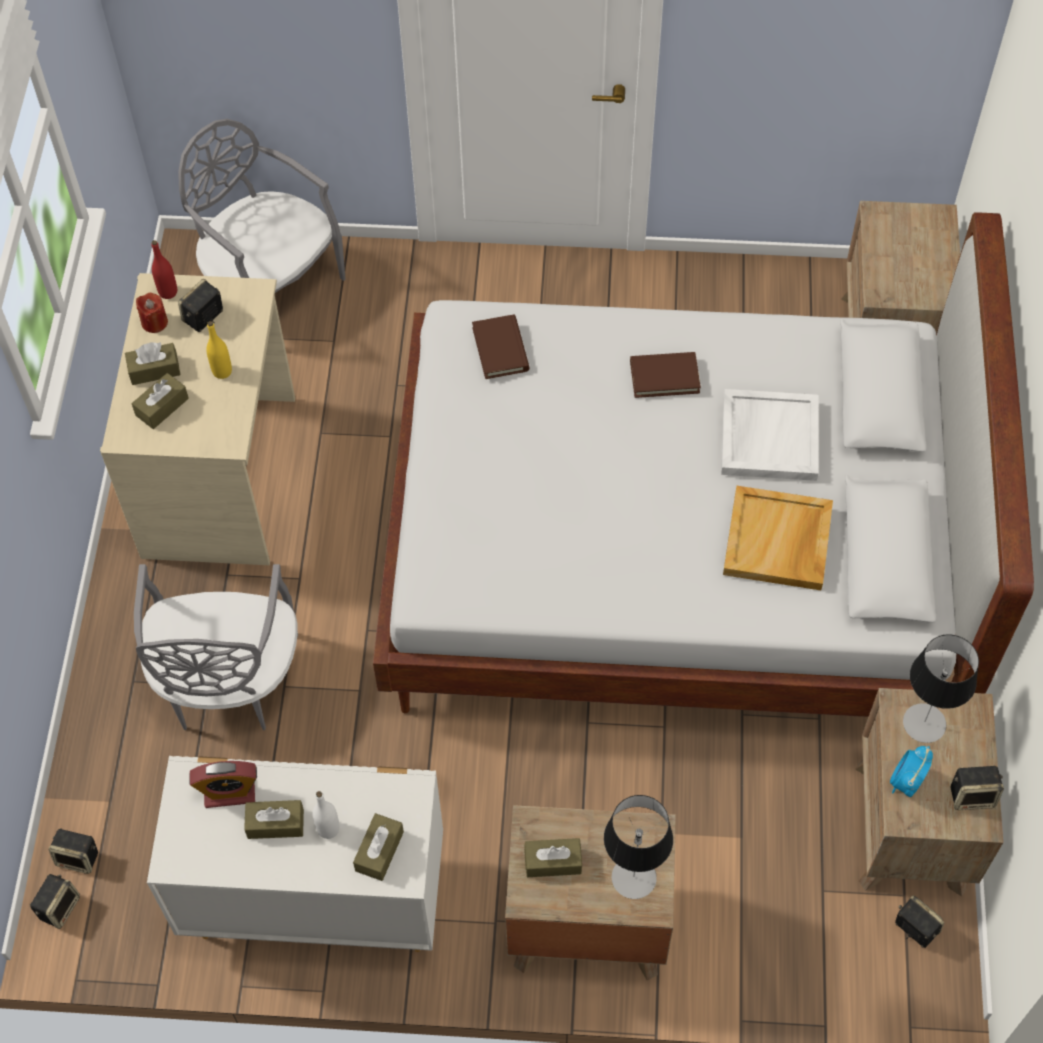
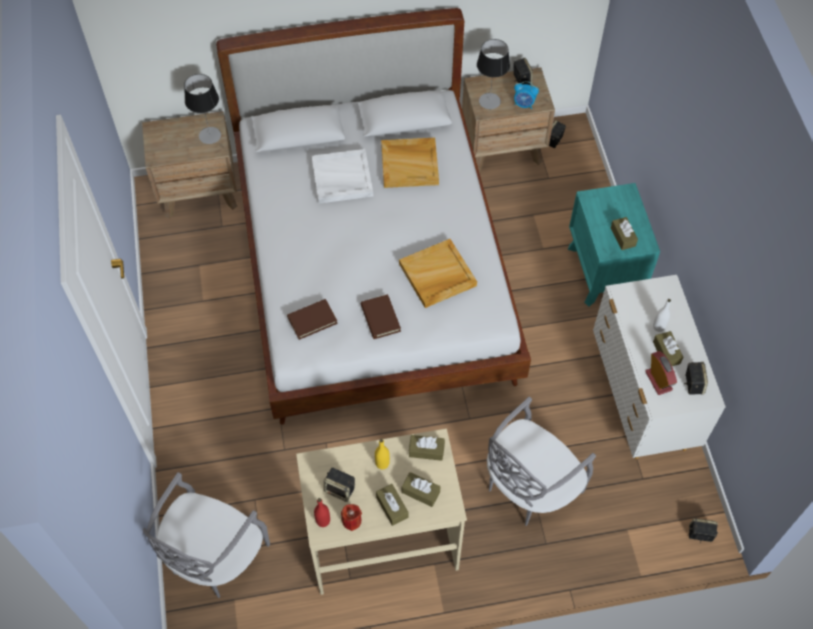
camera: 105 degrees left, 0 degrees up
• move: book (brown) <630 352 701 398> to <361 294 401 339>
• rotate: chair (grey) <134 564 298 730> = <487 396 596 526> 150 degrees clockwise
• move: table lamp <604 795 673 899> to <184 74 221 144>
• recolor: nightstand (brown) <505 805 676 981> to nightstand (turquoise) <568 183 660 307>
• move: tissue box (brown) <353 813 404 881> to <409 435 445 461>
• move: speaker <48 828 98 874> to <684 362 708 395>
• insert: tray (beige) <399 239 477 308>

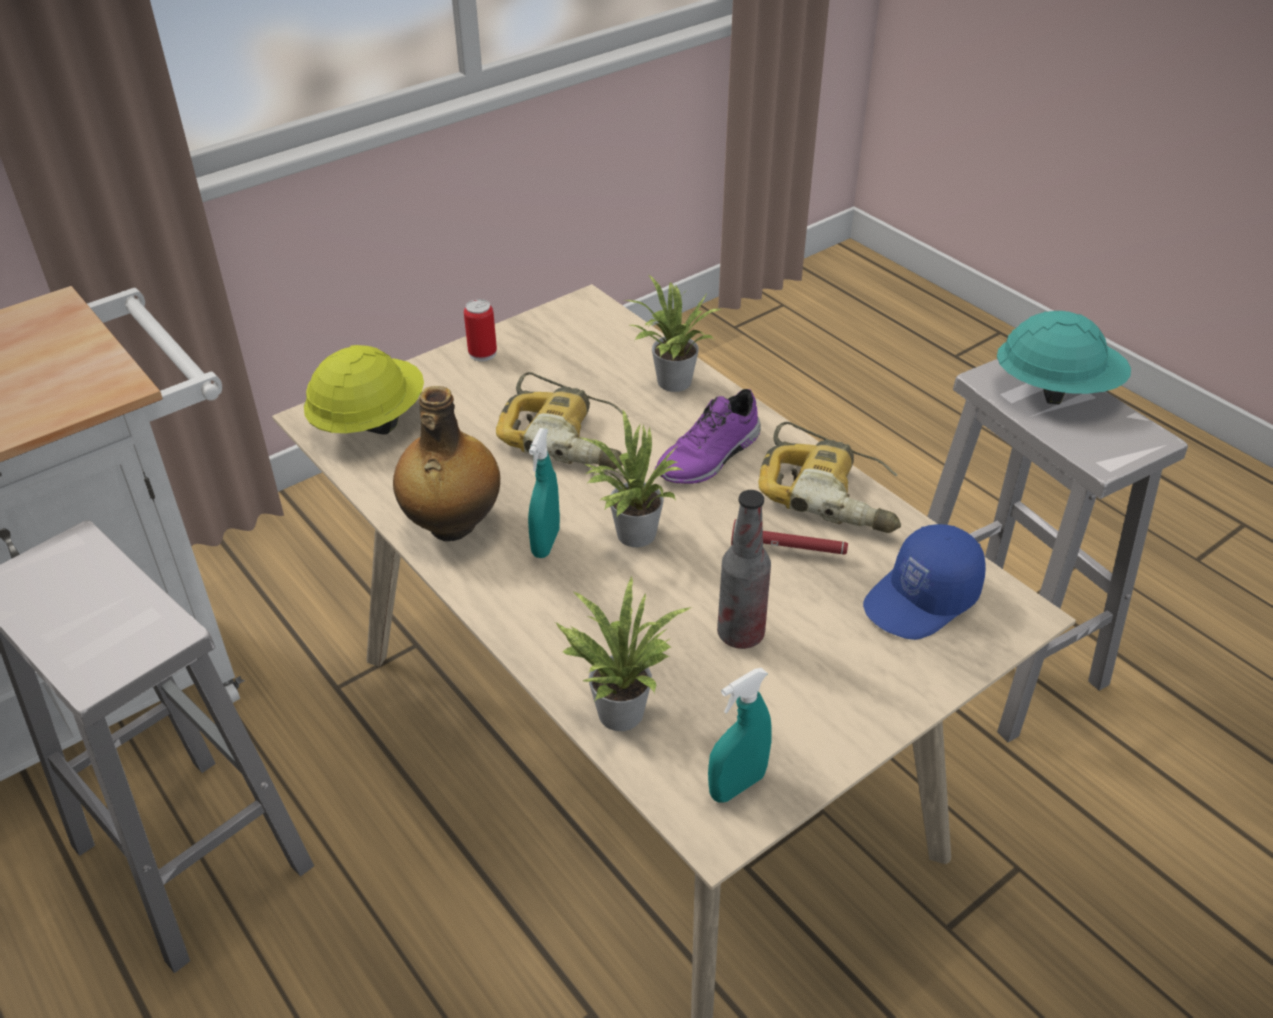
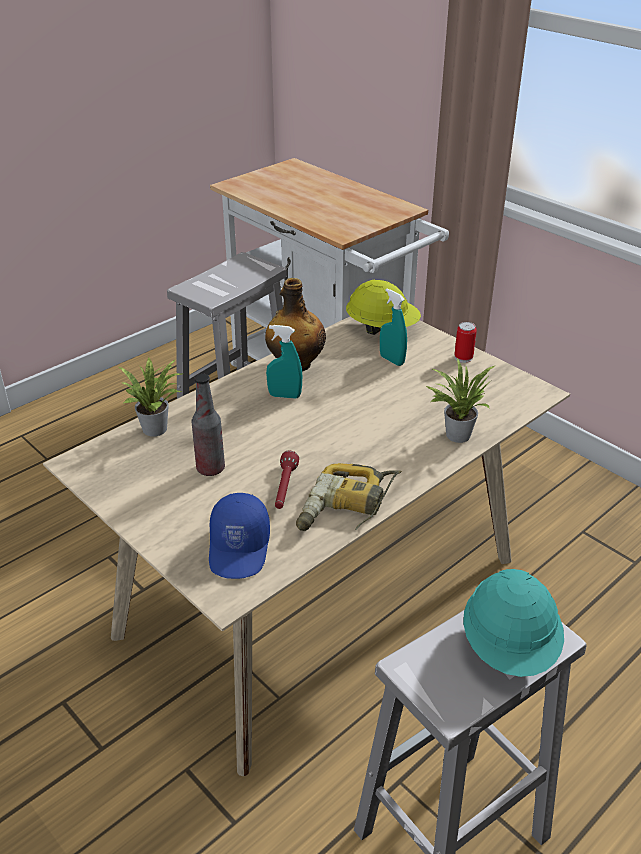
camera: 85 degrees right, 5 degrees down
• delete: power drill <496 372 629 469>
• delete: shoe (purple) <655 389 761 484>
• delete: potted plant <578 409 682 547>
• rotate: cap (blue) <863 524 986 640> = <209 493 270 579> 135 degrees counterclockwise
• move: spray bottle (turquoise) <708 668 772 803> to <380 289 407 366>

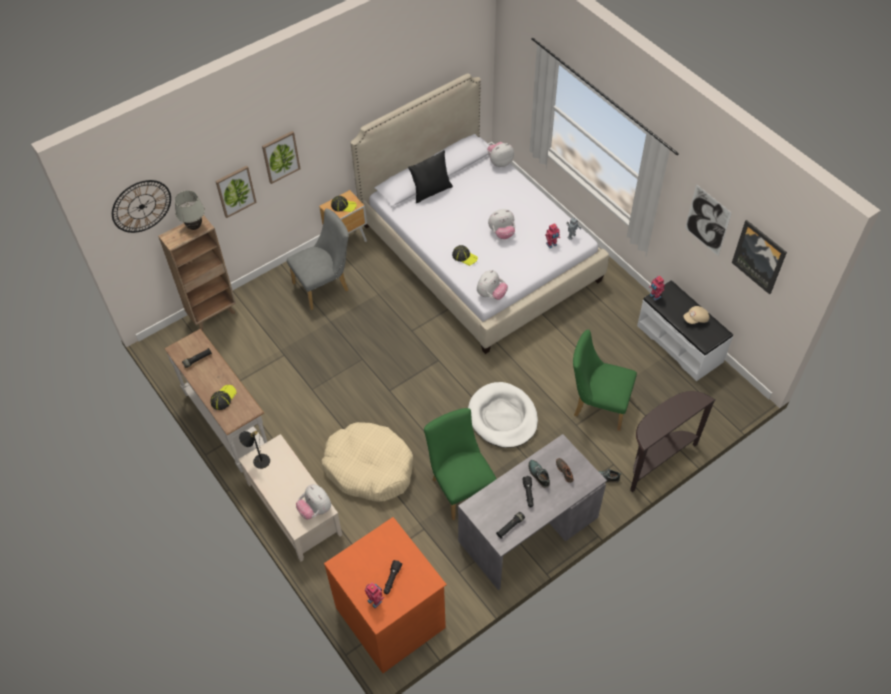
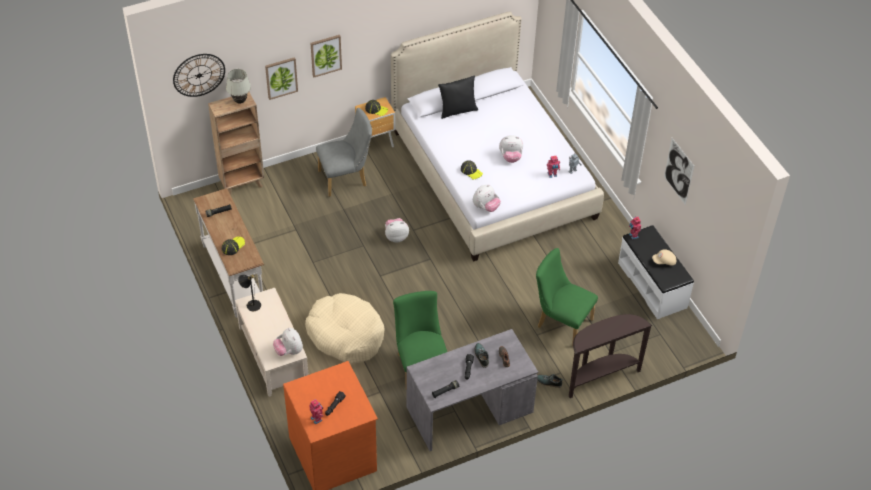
camera: 10 degrees right, 5 degrees down
• move: plush toy <487 142 514 167> to <385 218 409 242>
• delete: picture <732 220 787 295>
• delete: dog bed (white) <468 382 538 448>

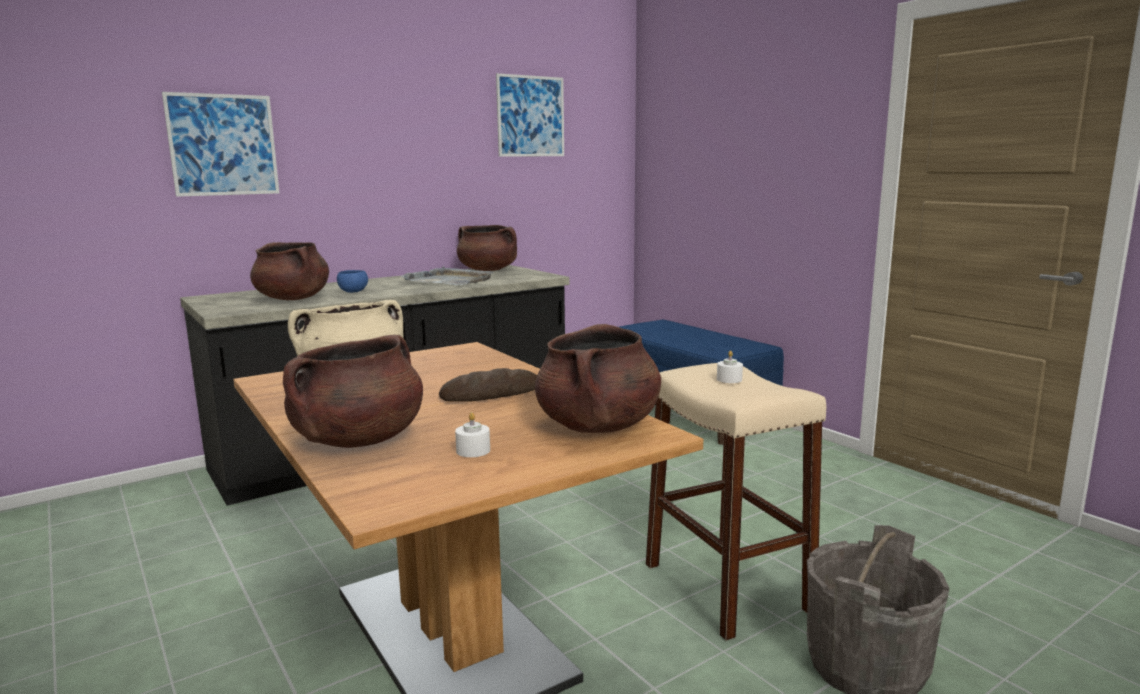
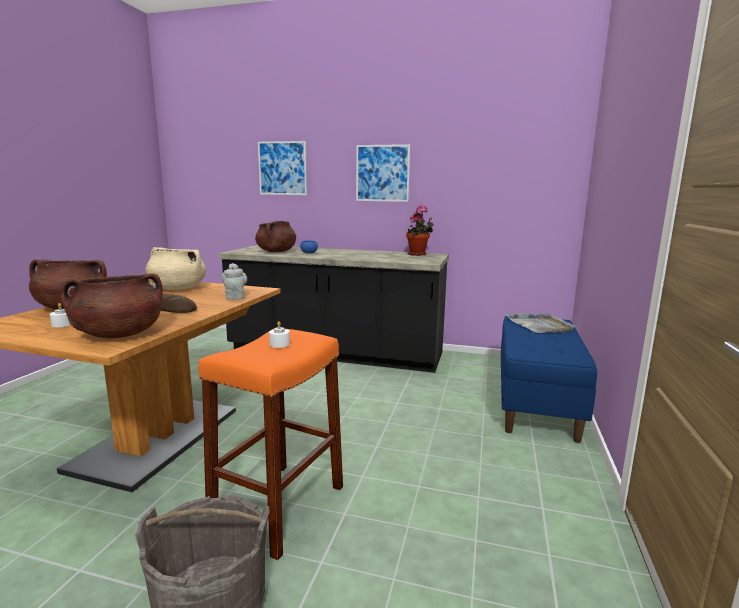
camera: 50 degrees right, 0 degrees up
• move: picture <496 73 564 157> to <356 144 410 202>
• replace: cooking pot (brown) <457 225 517 271> to potted plant <406 205 434 256>
• move: tray (grey) <401 266 493 285> to <506 313 575 333>
• recolor: stool (beige) <646 363 826 641> to stool (orange) <198 329 343 560>
• insert: teapot (grey) <222 263 247 300>

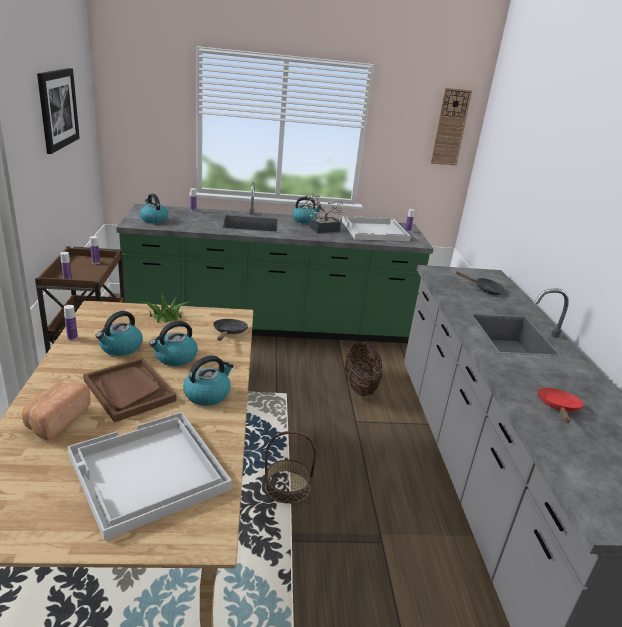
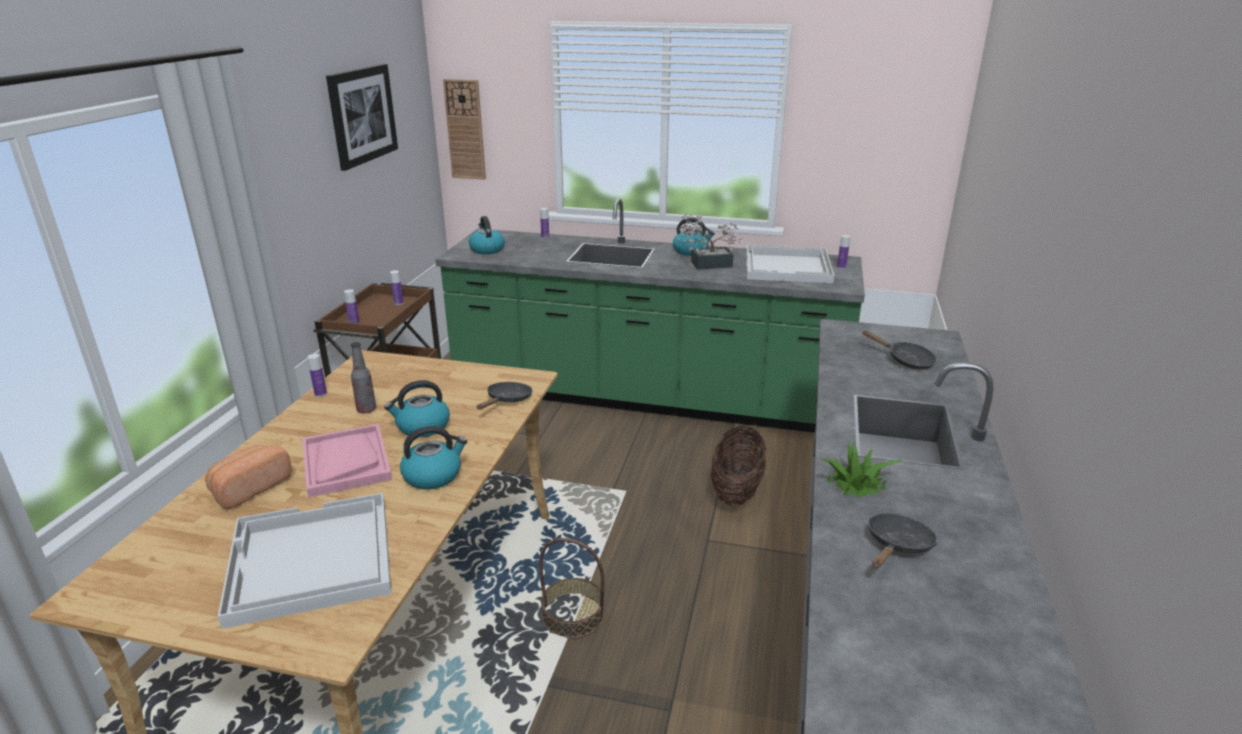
camera: 20 degrees right, 0 degrees up
• move: wall clock <430 88 472 166> to <443 79 486 180>
• move: potted plant <139 291 190 323> to <819 439 903 497>
• replace: kettle <95 311 143 356> to bottle <351 342 376 414>
• recolor: tray (brown) <83 358 176 423> to tray (pink) <302 423 392 498>
• recolor: frying pan (red) <538 388 584 423> to frying pan (black) <869 513 937 568>

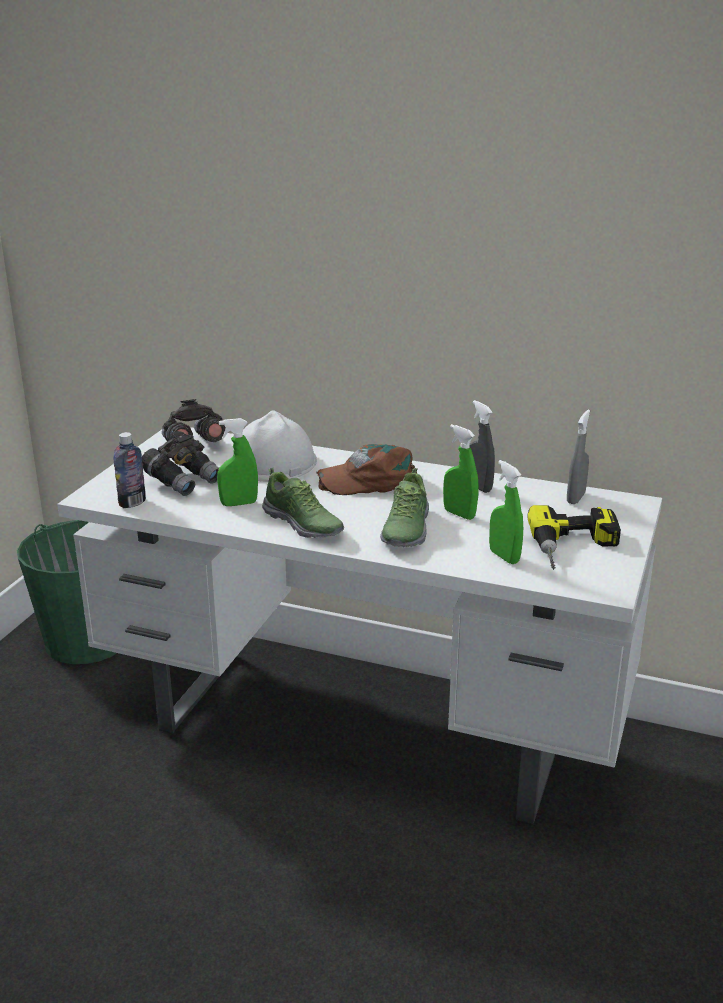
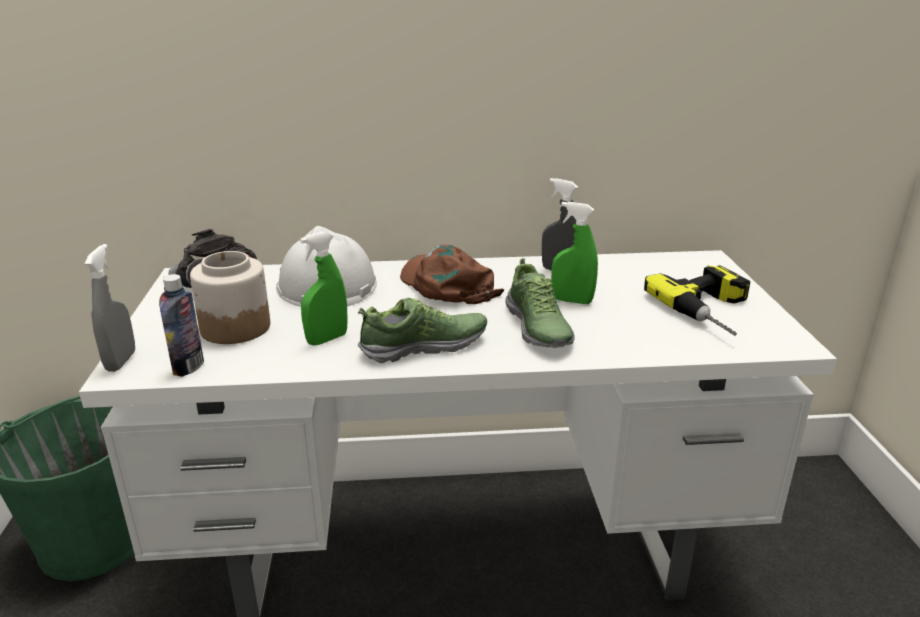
camera: 25 degrees left, 0 degrees up
• move: spray bottle (grey) <567 410 590 504> to <84 244 135 372>
• replace: binoculars (grey) <142 431 219 496> to jar <190 251 270 344>
• rotate: cap (brown) <316 444 417 495> = <400 245 504 304> 90 degrees clockwise
• delete: spray bottle (green) <489 460 523 564>
• rotate: shoe <262 468 344 538> = <358 298 487 363> 45 degrees counterclockwise

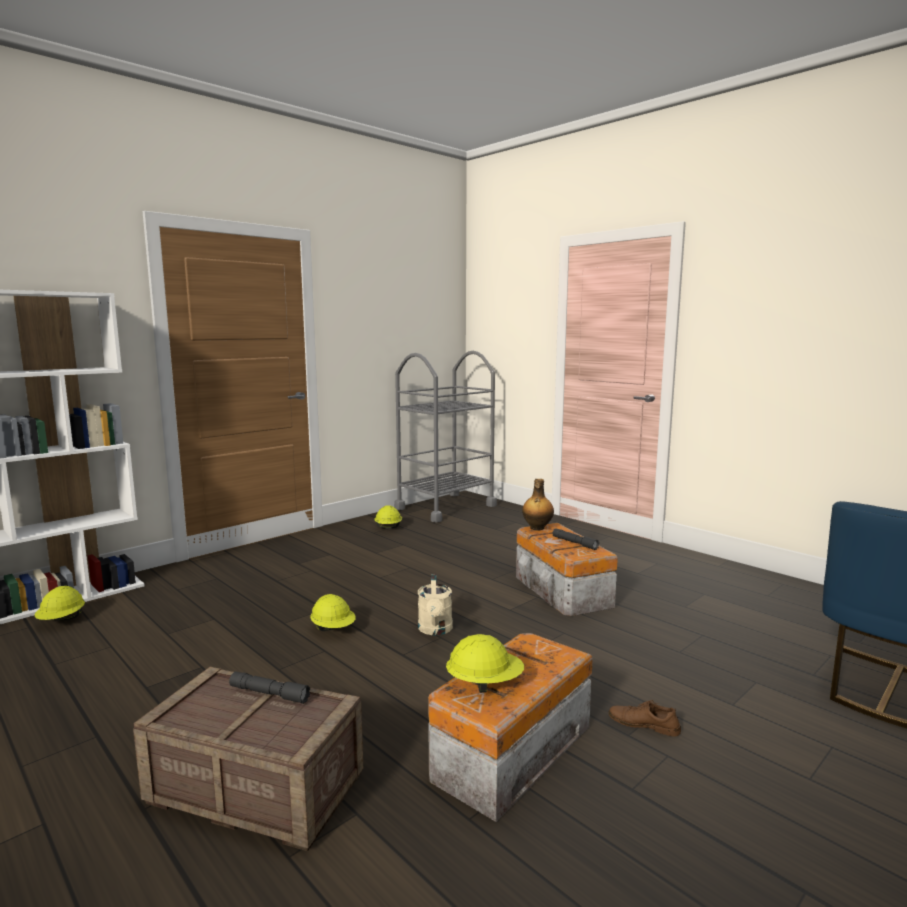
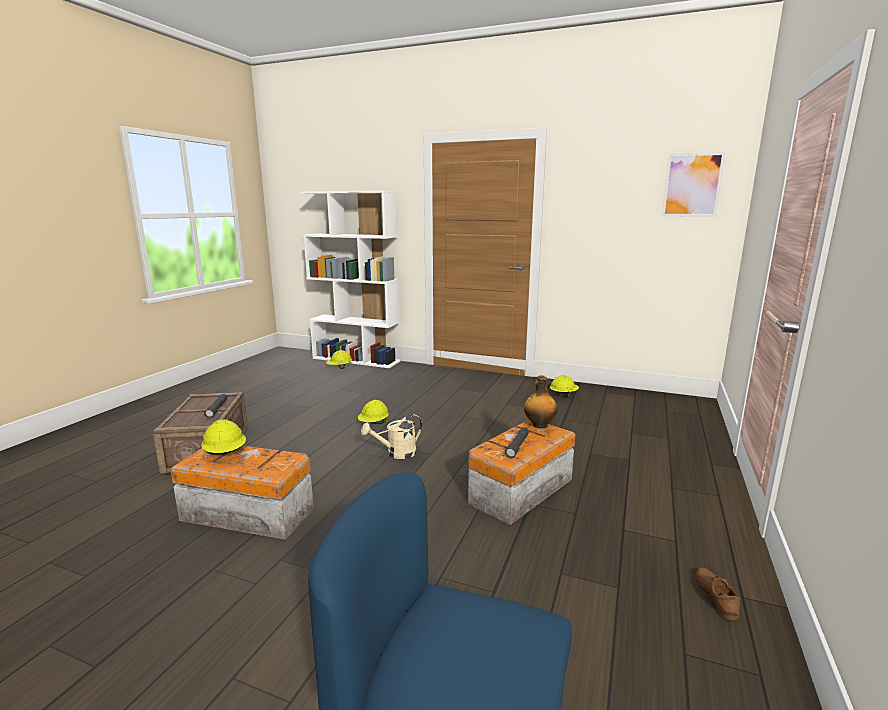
camera: 65 degrees right, 5 degrees up
• delete: cart (grey) <394 351 497 523>
• move: shoe (brown) <608 700 681 737> to <696 568 740 620>
• insert: picture <662 152 726 217>

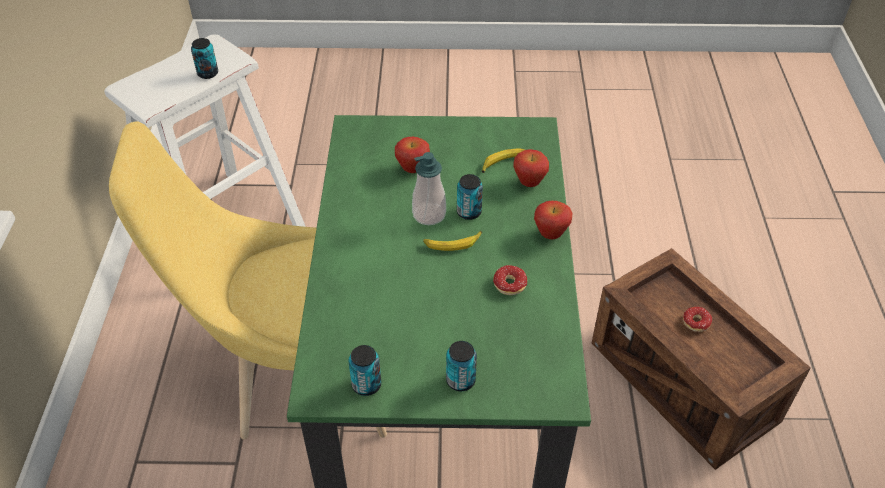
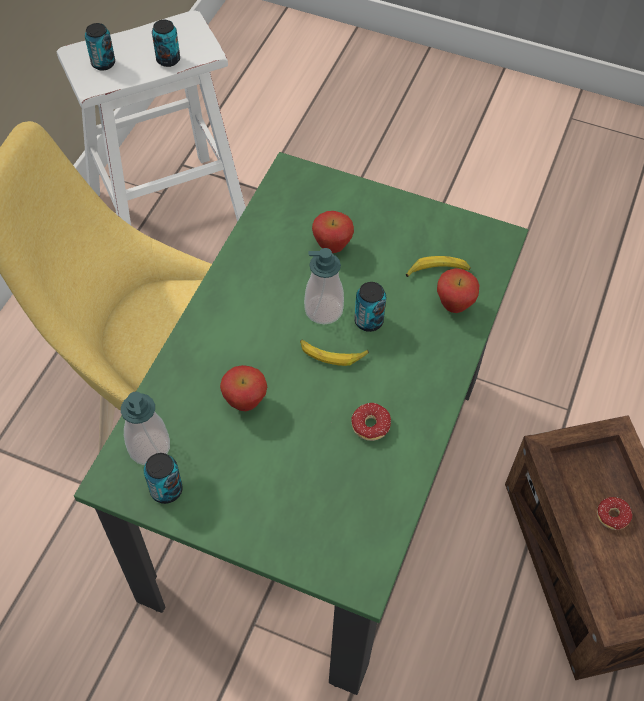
camera: 20 degrees right, 10 degrees up
• move: apple <534 201 572 240> to <220 365 267 411>
• move: can <446 341 477 391> to <85 23 115 70>
• insert: soap dispenser <121 392 170 465>

